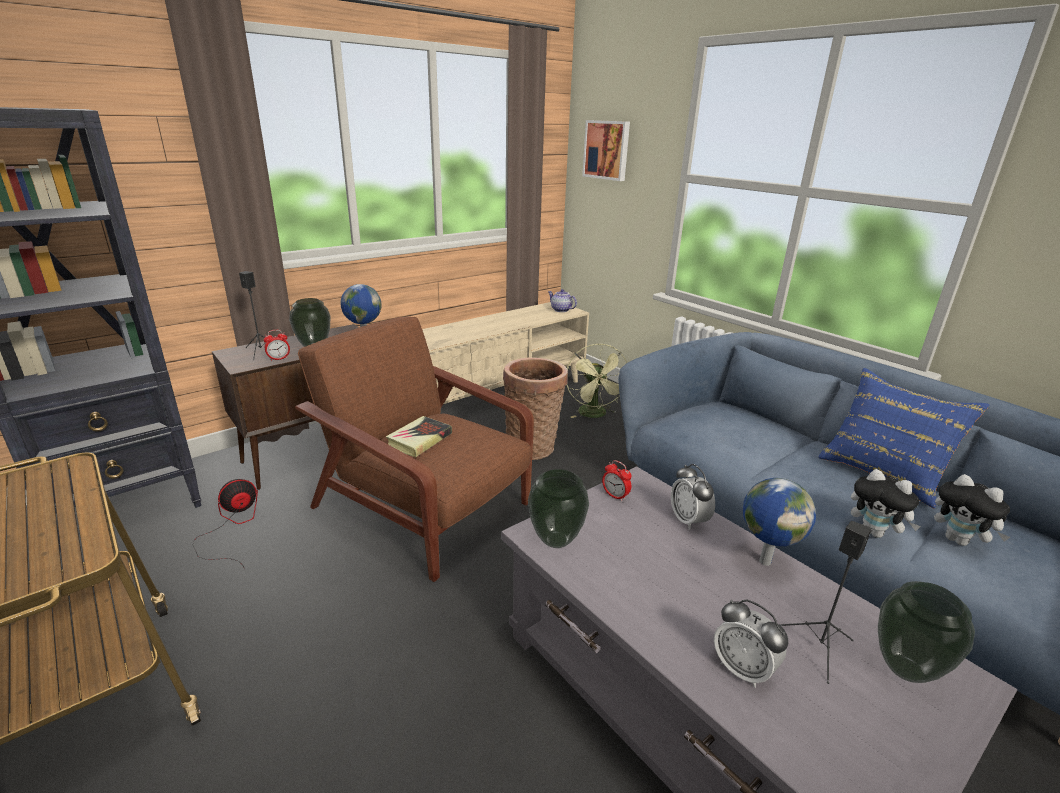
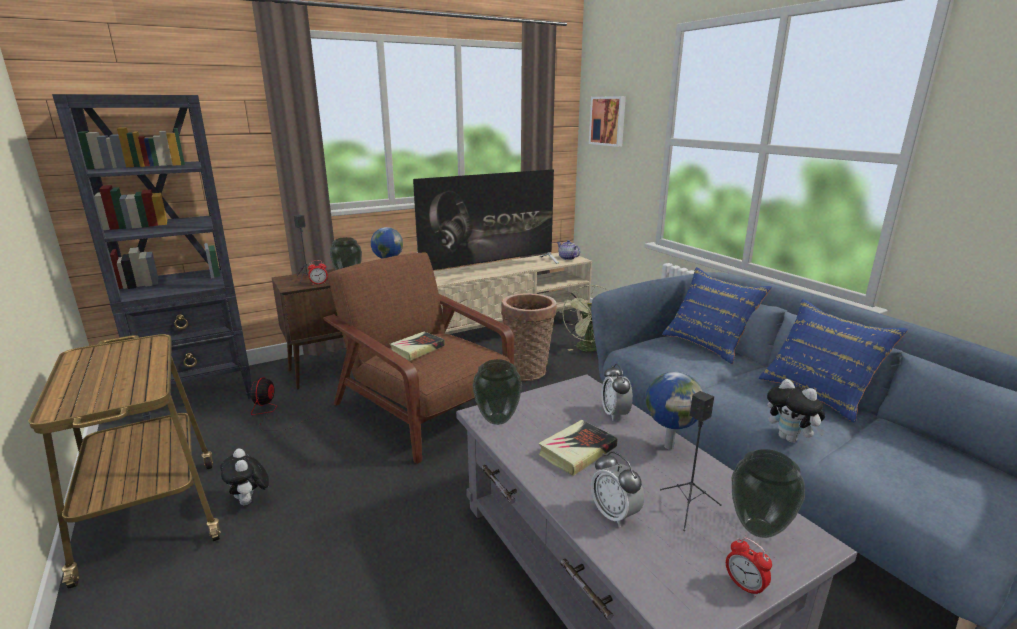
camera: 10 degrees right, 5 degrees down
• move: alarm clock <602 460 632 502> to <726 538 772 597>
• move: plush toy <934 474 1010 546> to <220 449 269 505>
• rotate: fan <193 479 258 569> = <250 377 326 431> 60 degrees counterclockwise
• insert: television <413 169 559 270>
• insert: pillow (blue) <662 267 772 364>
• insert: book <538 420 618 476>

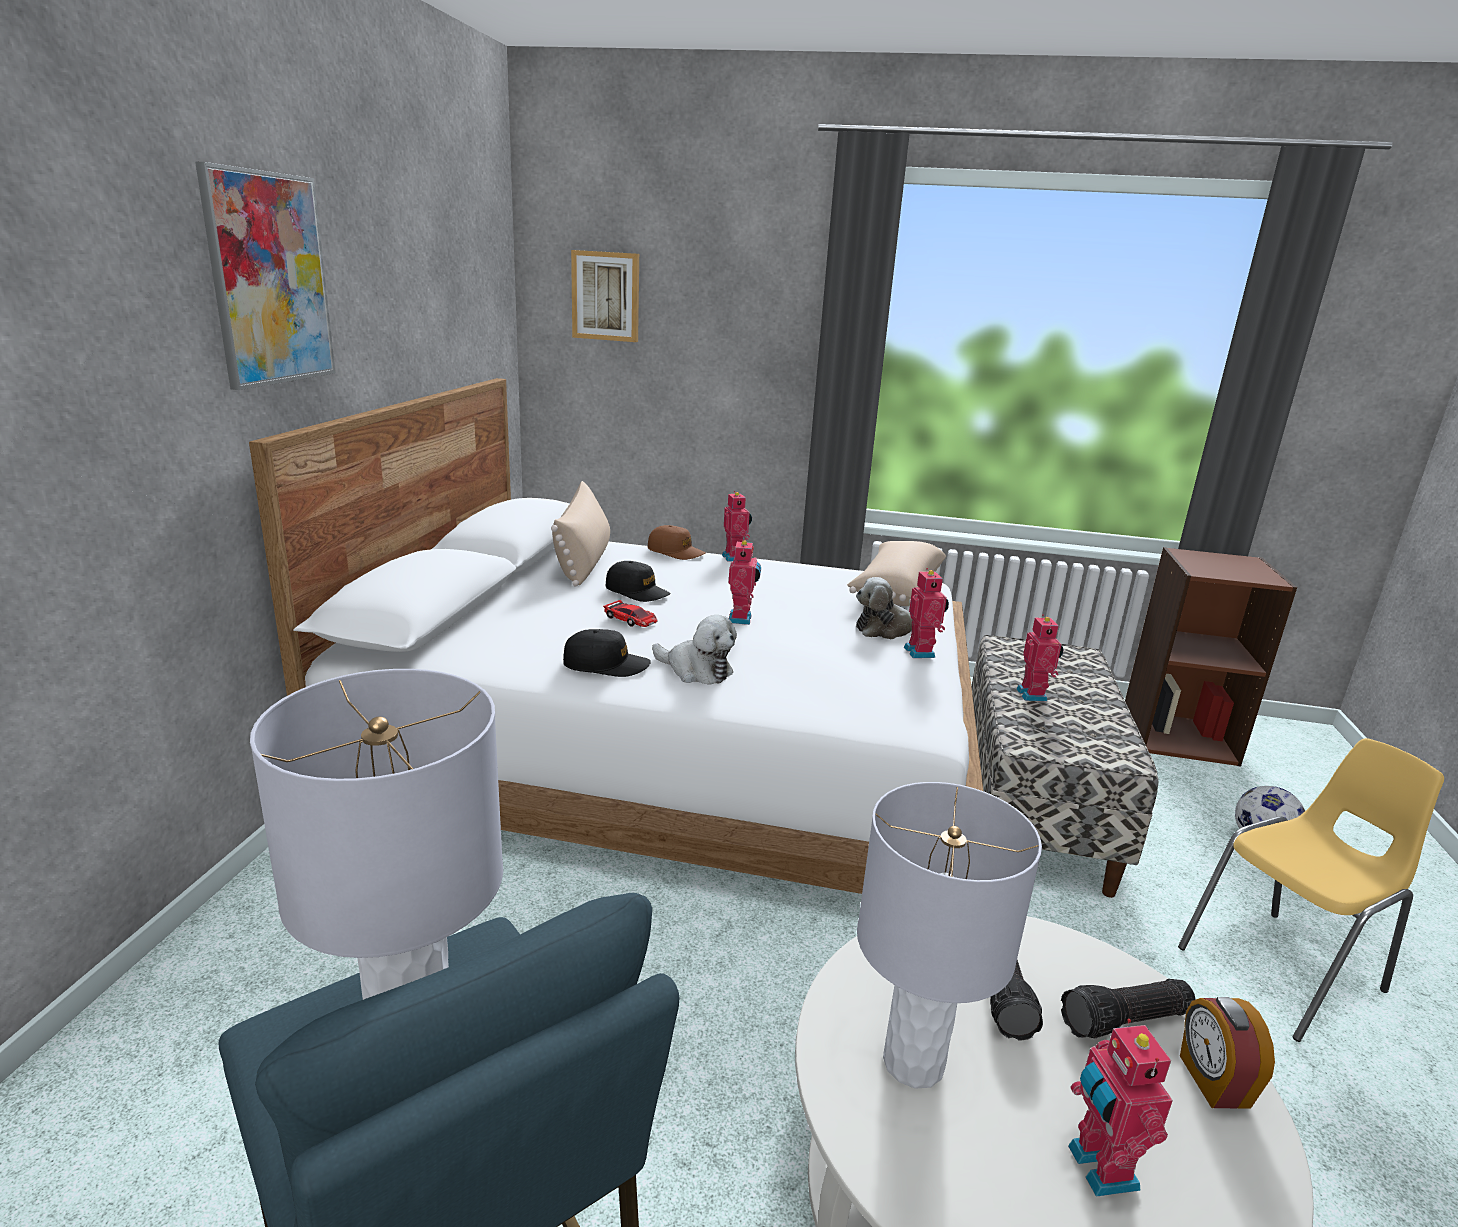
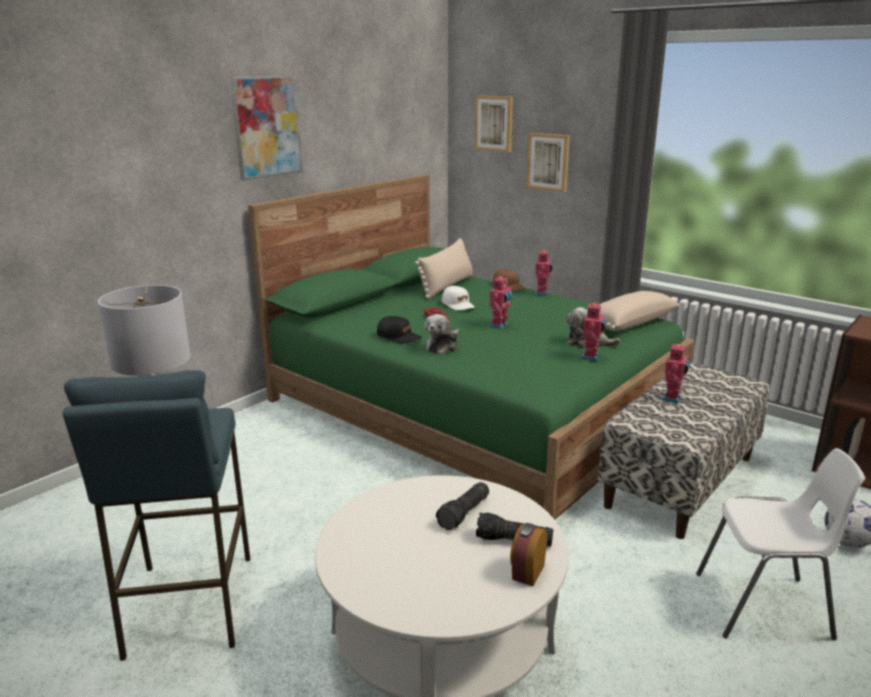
camera: 30 degrees right, 0 degrees up
• recolor: bed (white) <249 378 983 894> to bed (green) <248 174 695 520>
• recolor: cap (black) <605 561 671 602> to cap (white) <442 286 475 310>
• rotate: plush toy <652 615 737 685> = <425 314 459 354> 60 degrees clockwise
• recolor: chair (yellow) <1178 738 1444 1042> to chair (white) <696 448 865 640>
• delete: table lamp (grey) <857 782 1042 1089>
• delete: toy robot <1068 1019 1173 1197>
• insert: picture <527 133 570 192>

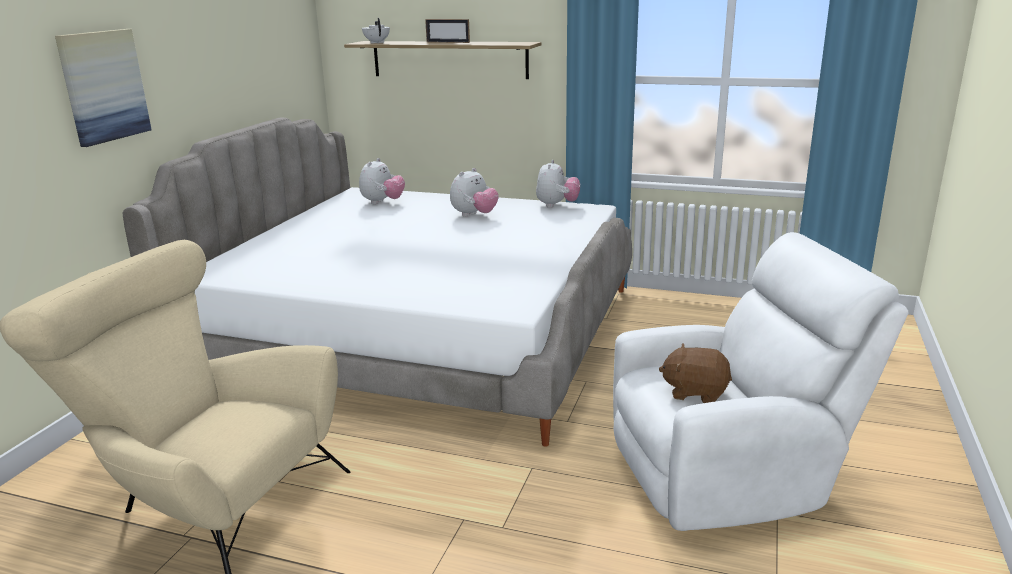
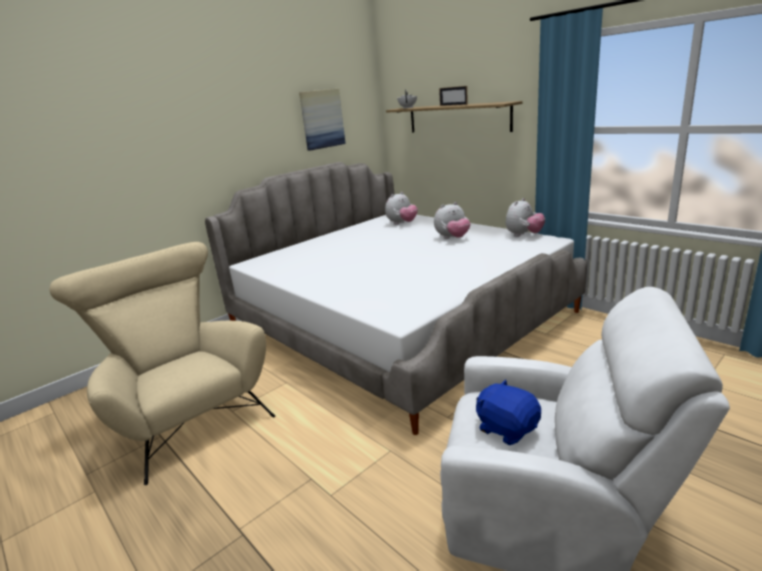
camera: 30 degrees right, 0 degrees up
• move: picture <55 29 152 147> to <299 89 346 151>
• recolor: plush toy (brown) <659 343 732 403> to plush toy (blue) <476 379 541 445>

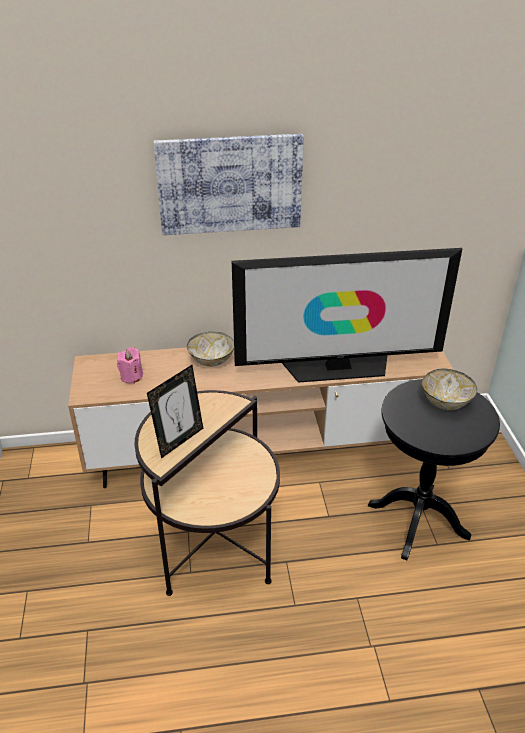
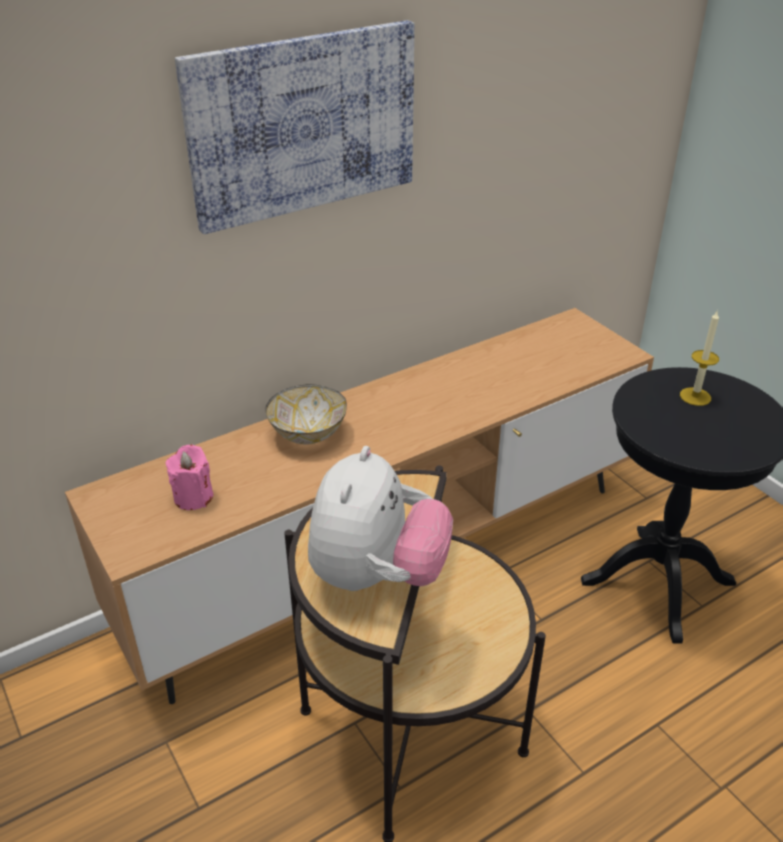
camera: 25 degrees left, 0 degrees up
• delete: television <232 248 462 383>
• replace: picture frame <147 365 203 458> to plush toy <308 446 453 591>
• replace: bowl <422 368 477 410> to candle <680 311 719 406>

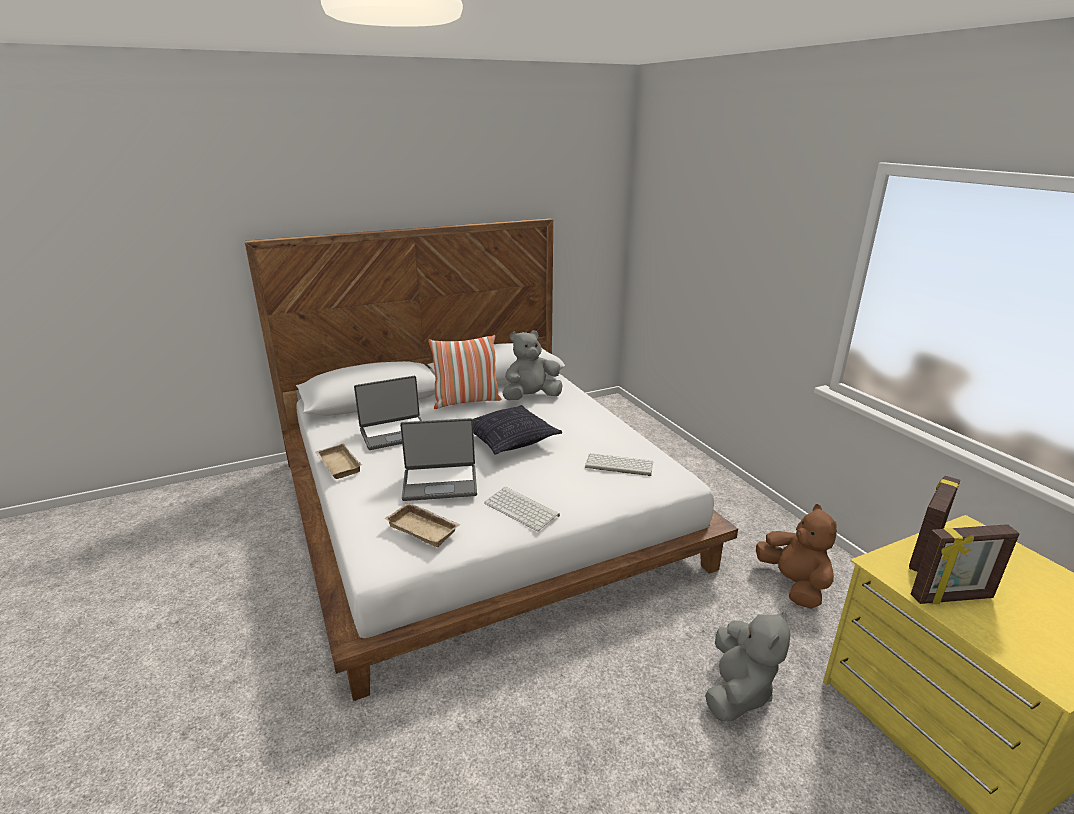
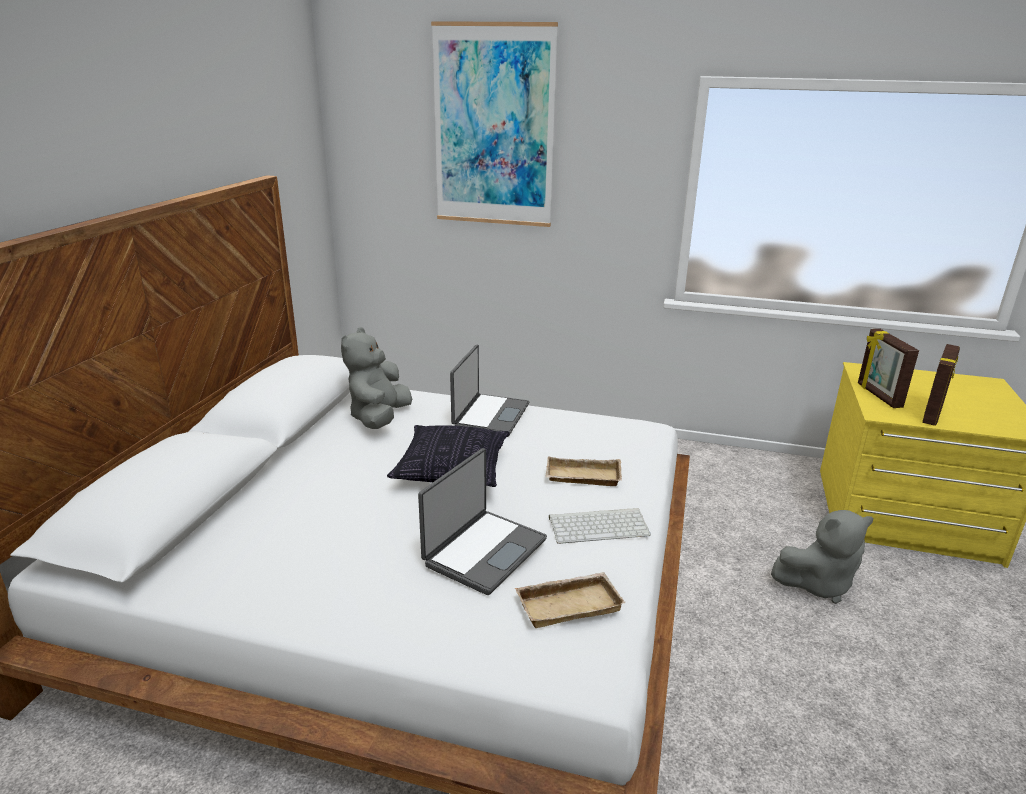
camera: 50 degrees left, 0 degrees up
• delete: pillow <428 335 502 409>
• move: laptop <354 376 422 450> to <450 345 529 437>
• move: tray (beige) <315 443 362 479> to <545 456 622 486>
• delete: keyboard <585 453 653 476>
• delete: plush toy (brown) <756 504 837 609>
• rotate: plush toy (grey) <705 610 790 721> = <771 510 873 604> 105 degrees clockwise
• insert: picture <431 21 558 227>

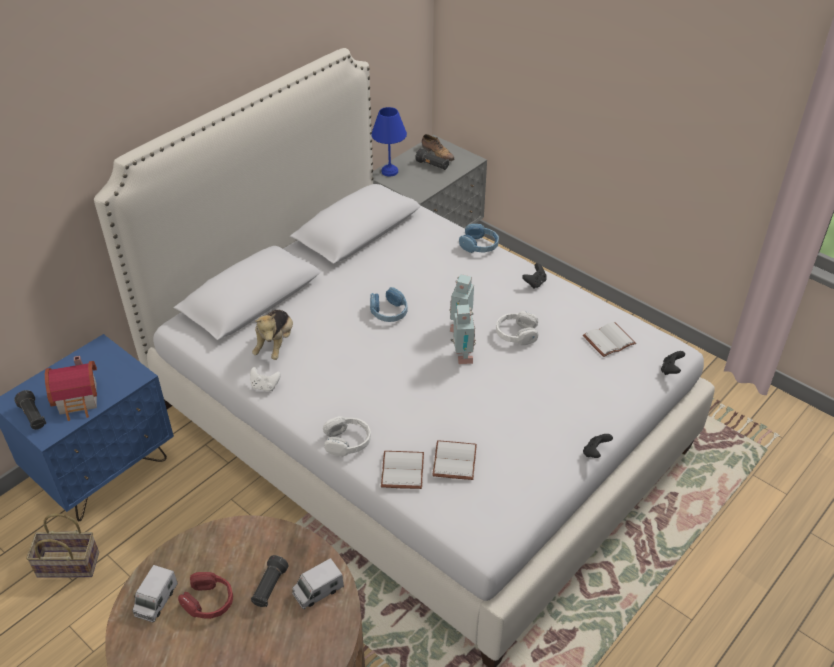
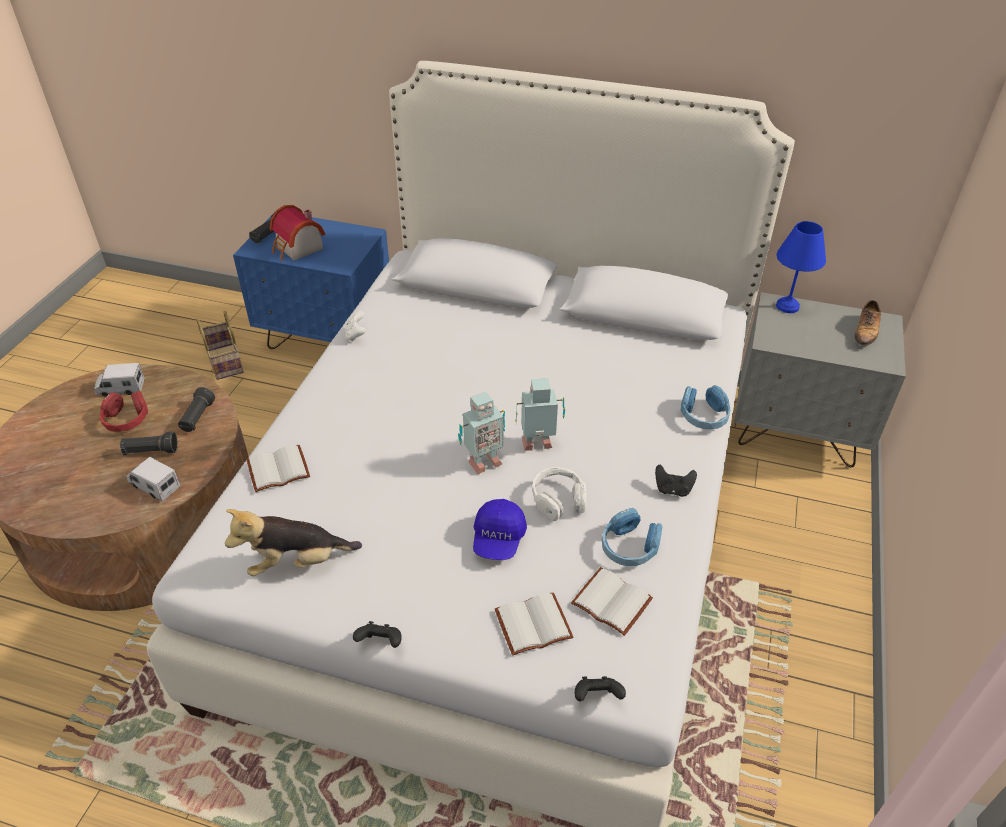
camera: 65 degrees right, 0 degrees up
• move: flashlight (black) <415 148 449 170> to <178 387 215 432>
• move: headphones (blue) <370 287 407 322> to <602 508 663 566>
• move: plush toy <252 310 293 360> to <225 509 362 576>
• delete: headphones (white) <323 416 371 456>
• move: book (white) <432 440 477 480> to <495 592 573 656>
• insert: cap (blue) <473 499 527 560>

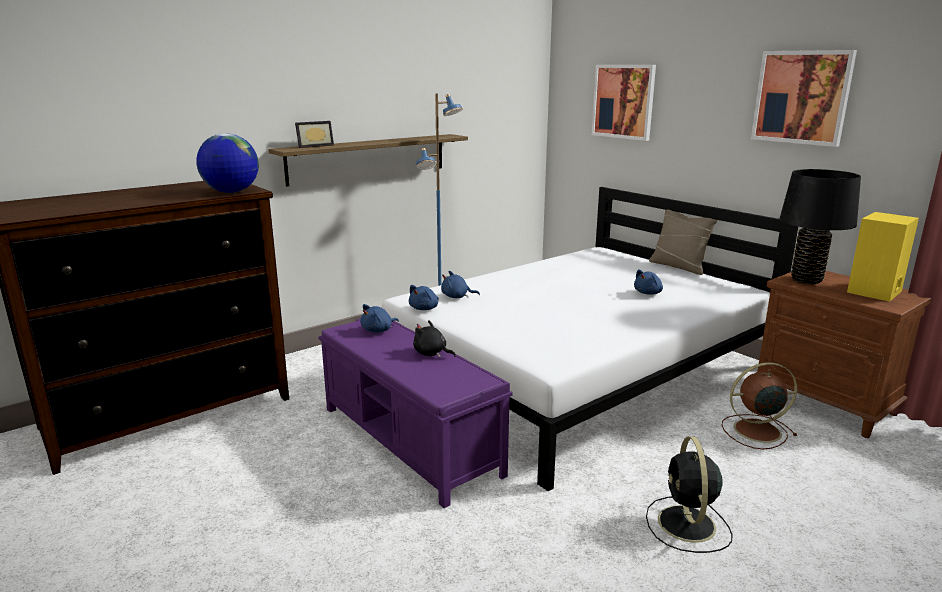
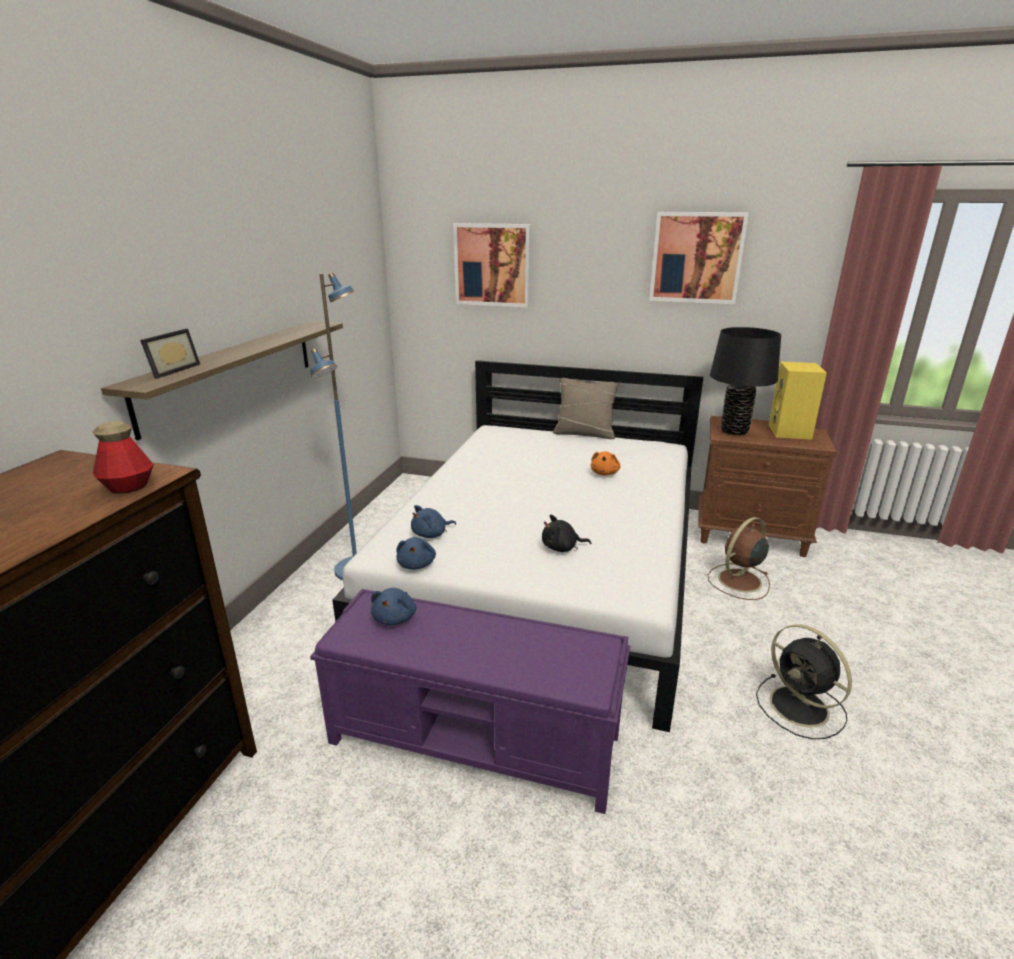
camera: 35 degrees left, 5 degrees up
• replace: globe <196 133 259 193> to bottle <92 421 154 493>
• recolor: plush toy (blue) <634 269 663 295> to plush toy (orange) <591 451 620 475>
• move: plush toy (black) <413 320 456 358> to <542 514 591 552>

